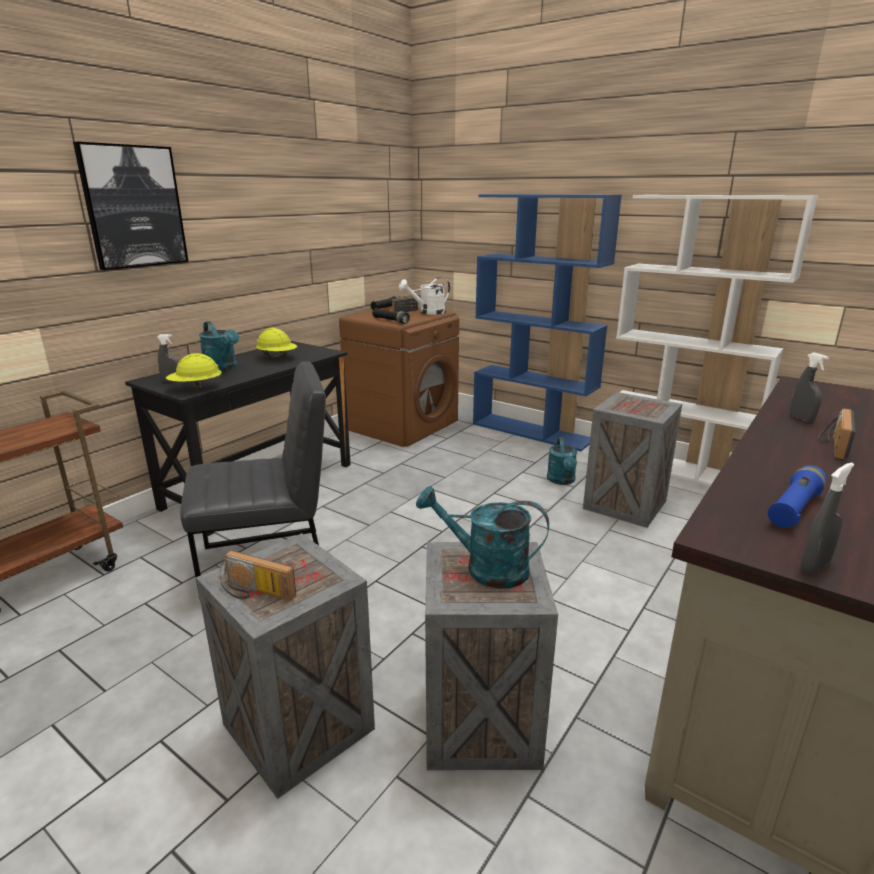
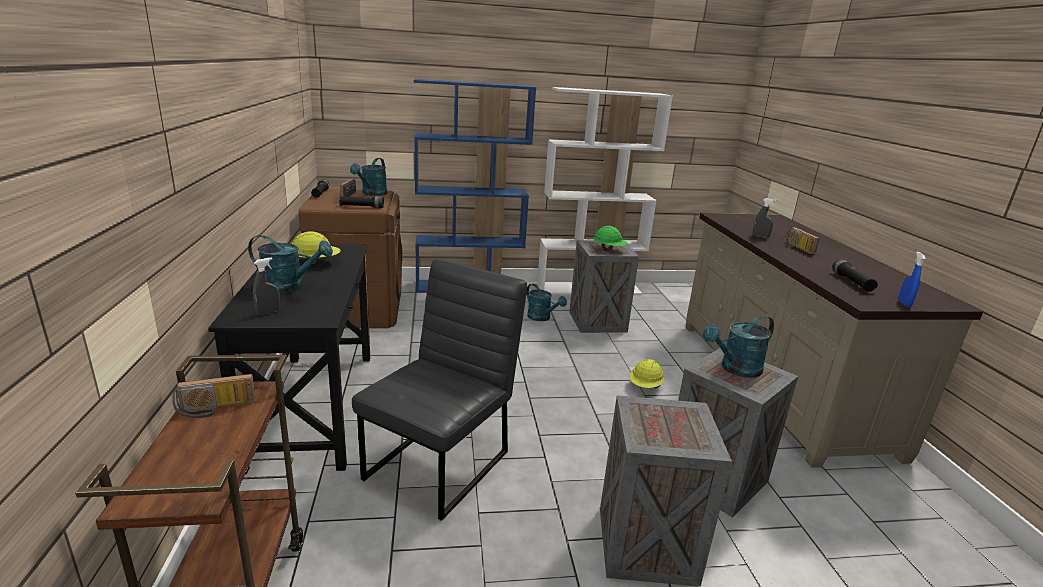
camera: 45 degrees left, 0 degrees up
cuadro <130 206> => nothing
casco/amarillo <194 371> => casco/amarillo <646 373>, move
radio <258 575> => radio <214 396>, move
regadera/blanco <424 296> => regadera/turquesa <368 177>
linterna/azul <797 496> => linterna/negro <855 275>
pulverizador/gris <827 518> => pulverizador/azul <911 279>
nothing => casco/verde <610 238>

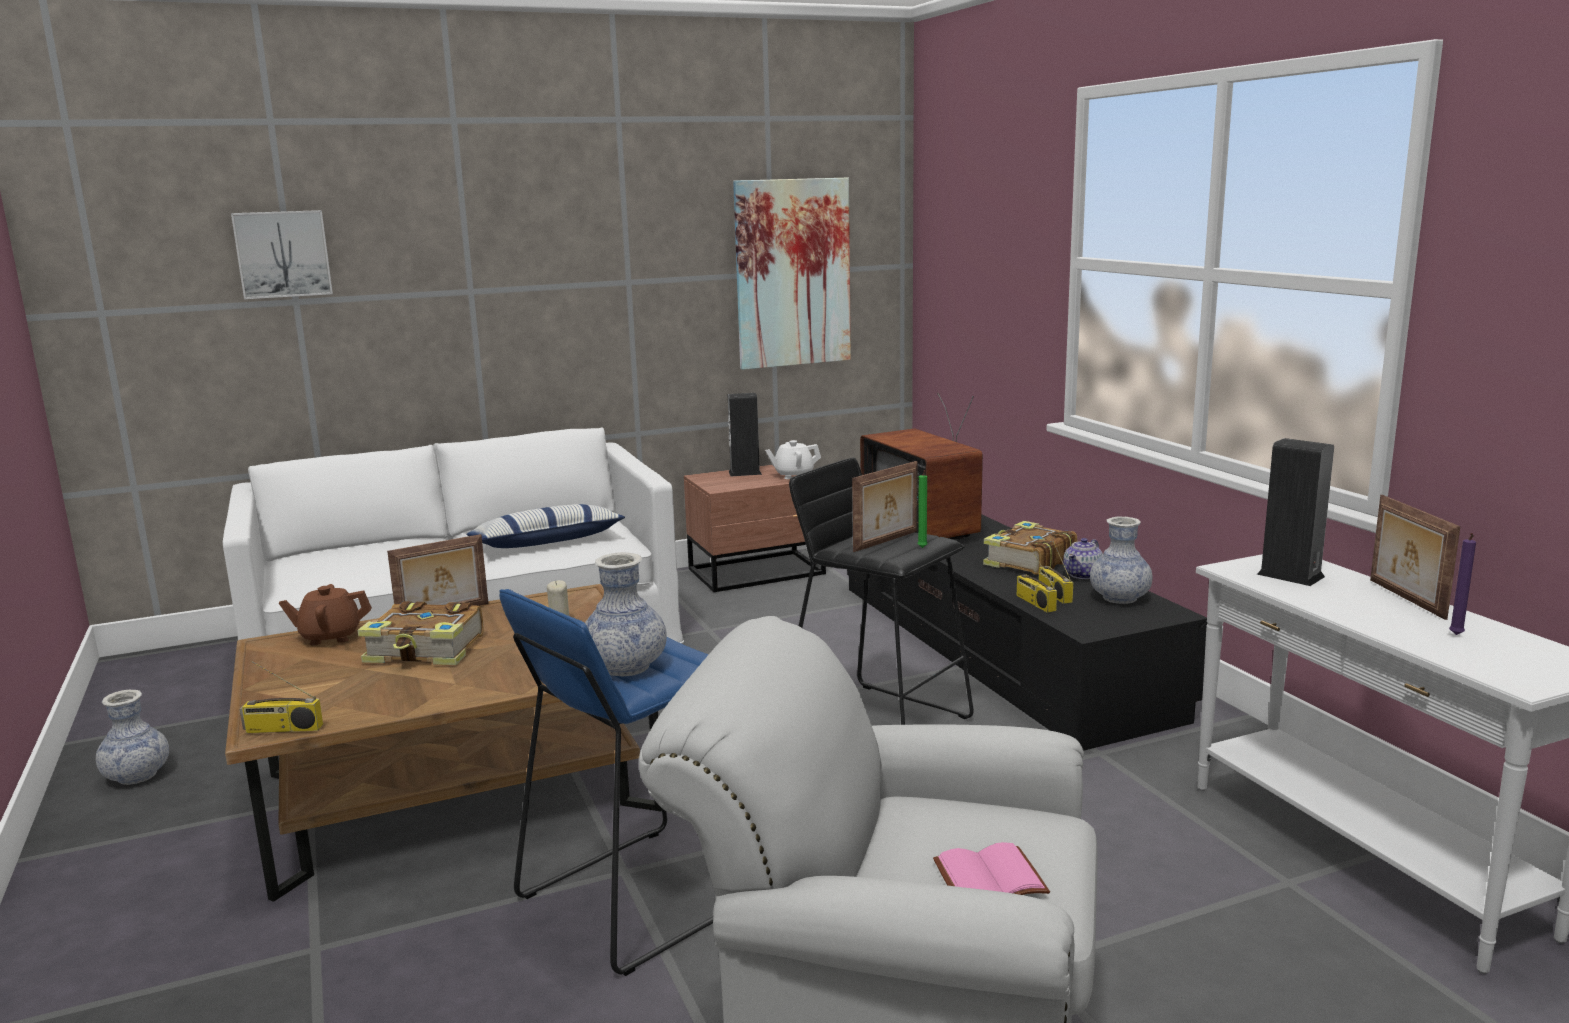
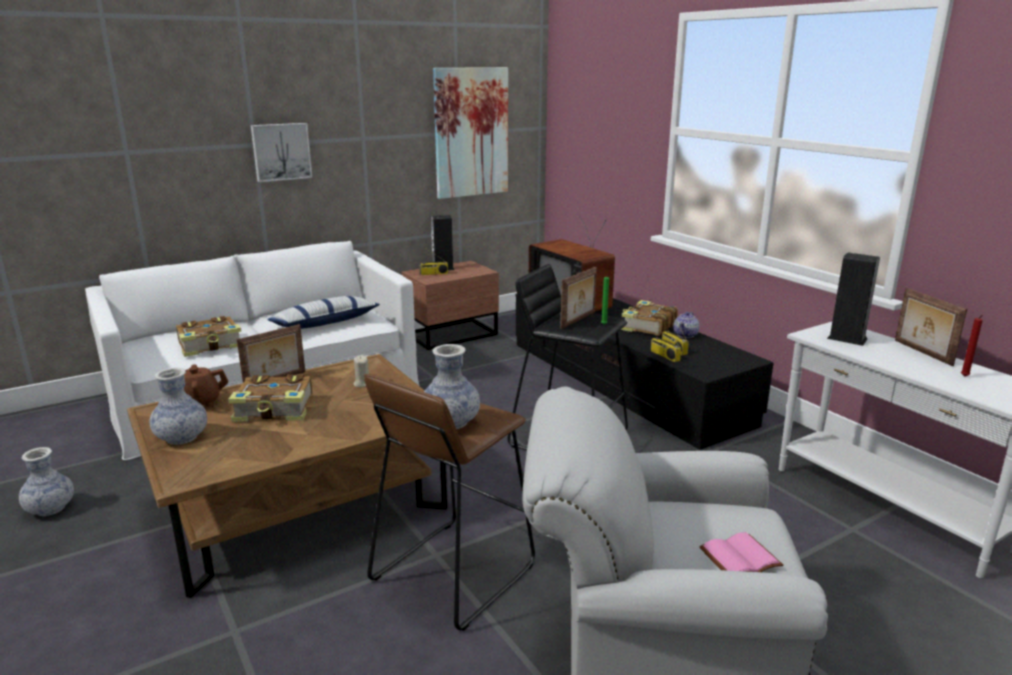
camera: 10 degrees left, 5 degrees up
cuadro <282 254> => cuadro <281 152>, move
radio <281 697> => radio <433 261>, move
taburete/azul <606 782> => taburete/marrón <449 502>
tetera/blanco <793 459> => nothing
florero <1121 560> => florero <178 406>, move
vela/morado <1462 584> => vela/rojo <972 346>
nothing => libro <208 336>

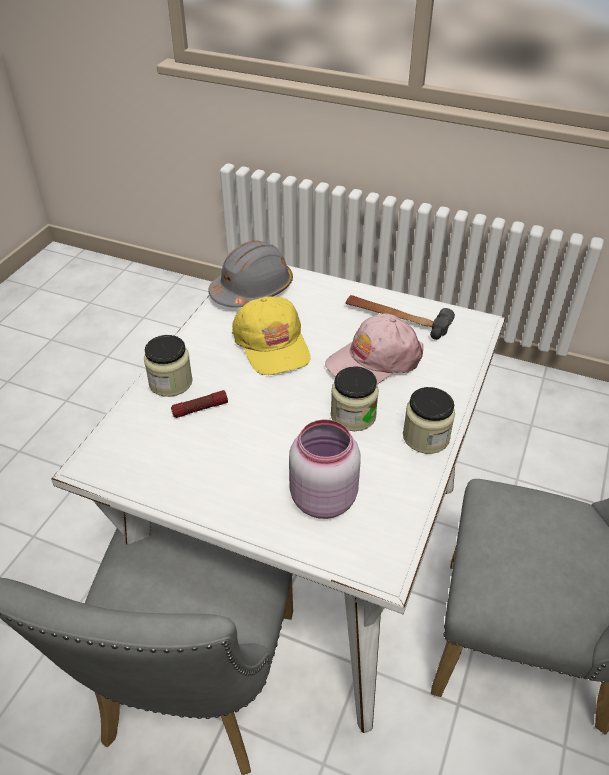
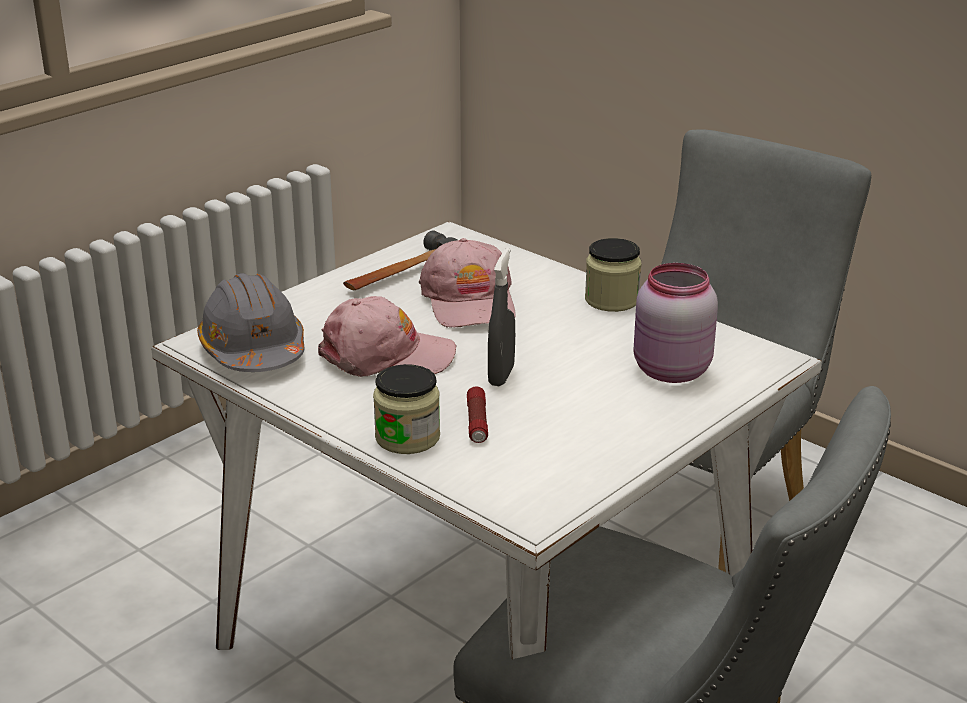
camera: 70 degrees left, 15 degrees down
gorra/amarillo <271 335> => gorra/rosa <387 336>
tarro <355 398> => nothing
nothing => pulverizador/gris <501 317>

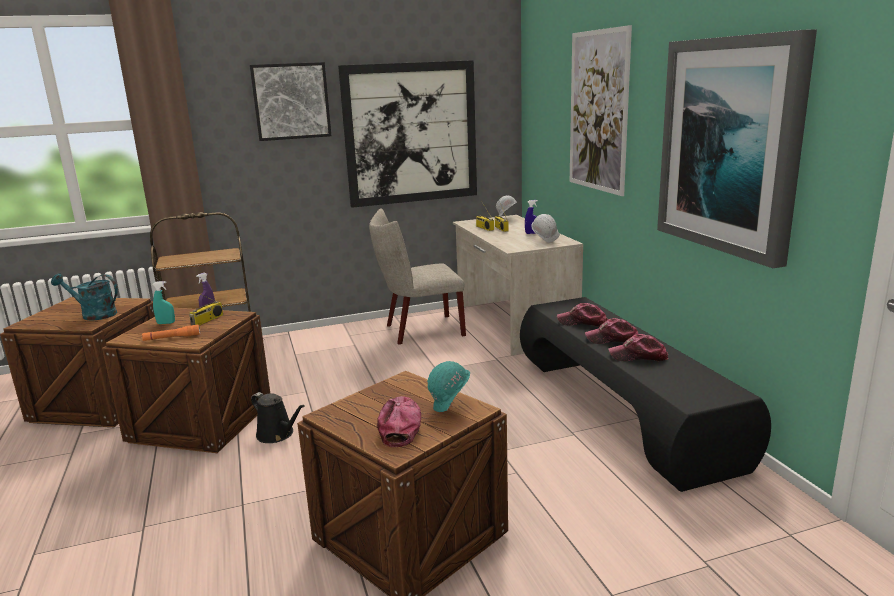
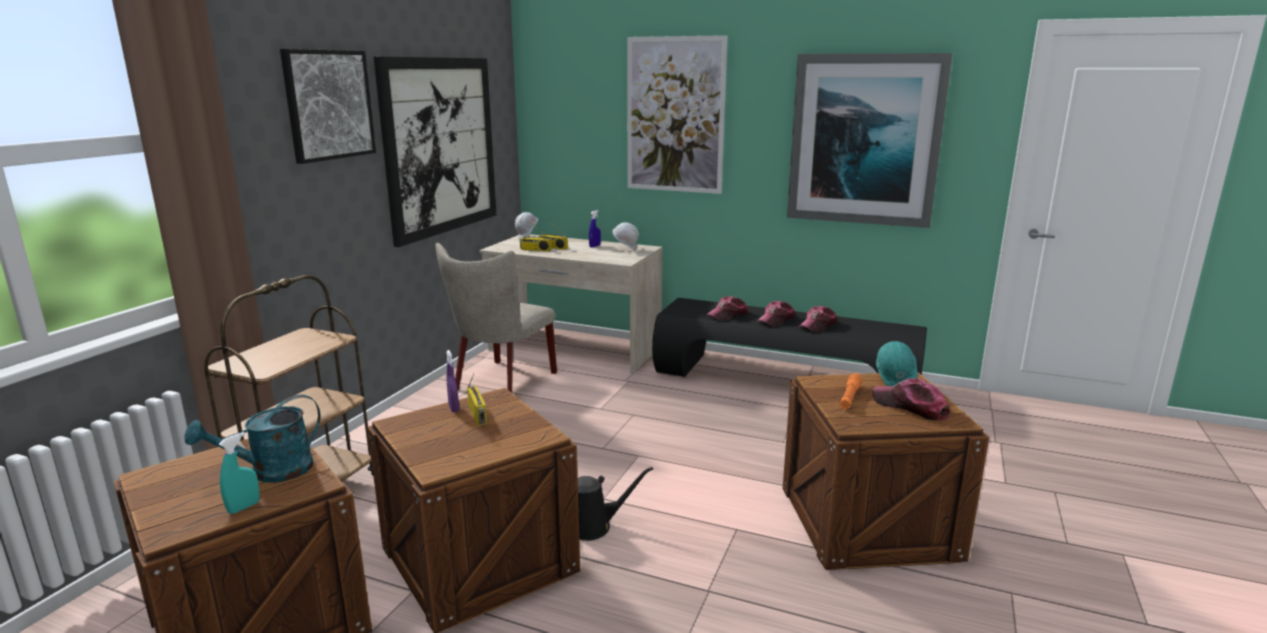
camera: 50 degrees left, 0 degrees up
linterna/naranja <171 333> => linterna/naranja <851 391>, move
pulverizador/turquesa <163 302> => pulverizador/turquesa <239 473>, move

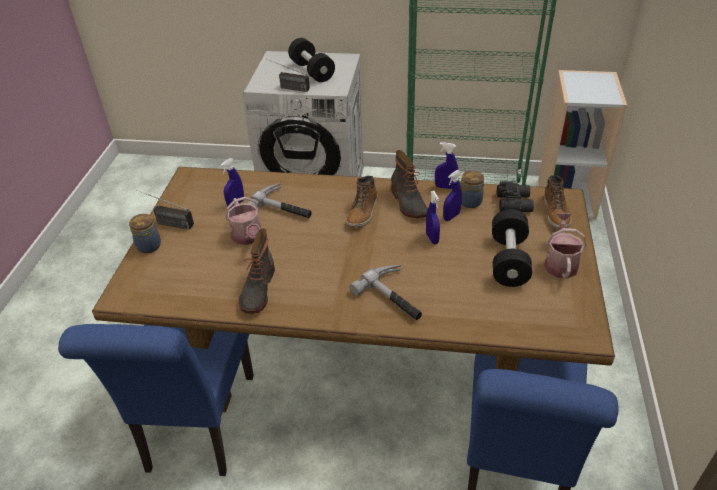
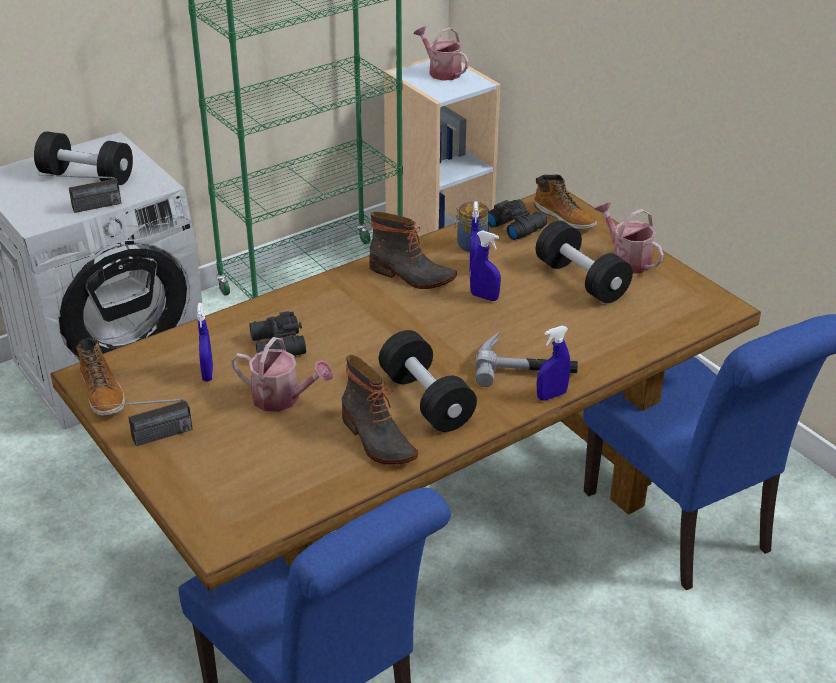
camera: 45 degrees left, 5 degrees down
tarro <145 233> => nothing
martillo <279 200> => prismáticos/negro <277 333>
bota <362 201> => bota <100 377>, move
pulverizador/azul <446 165> => pulverizador/azul <553 363>, move
nothing => mancuerna/negro <428 381>
nothing => regadera <441 53>

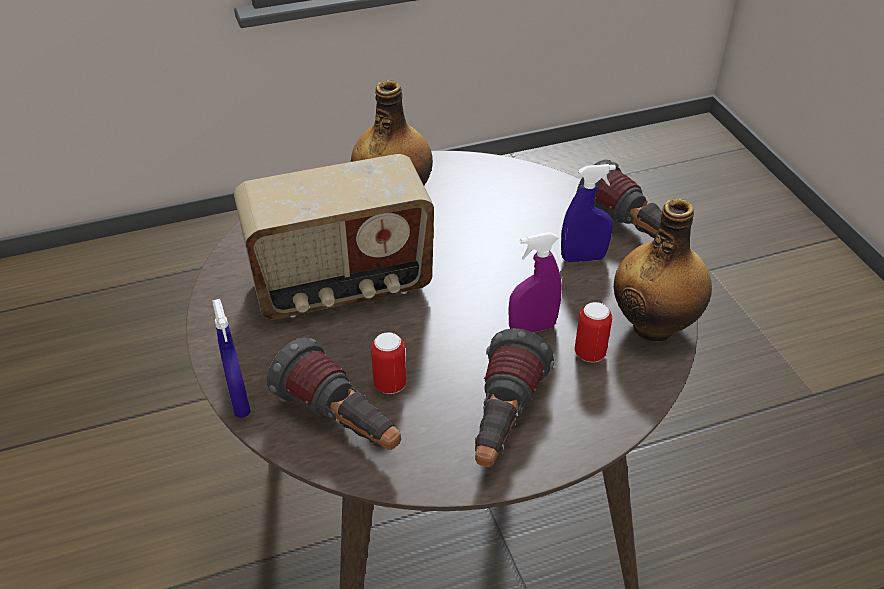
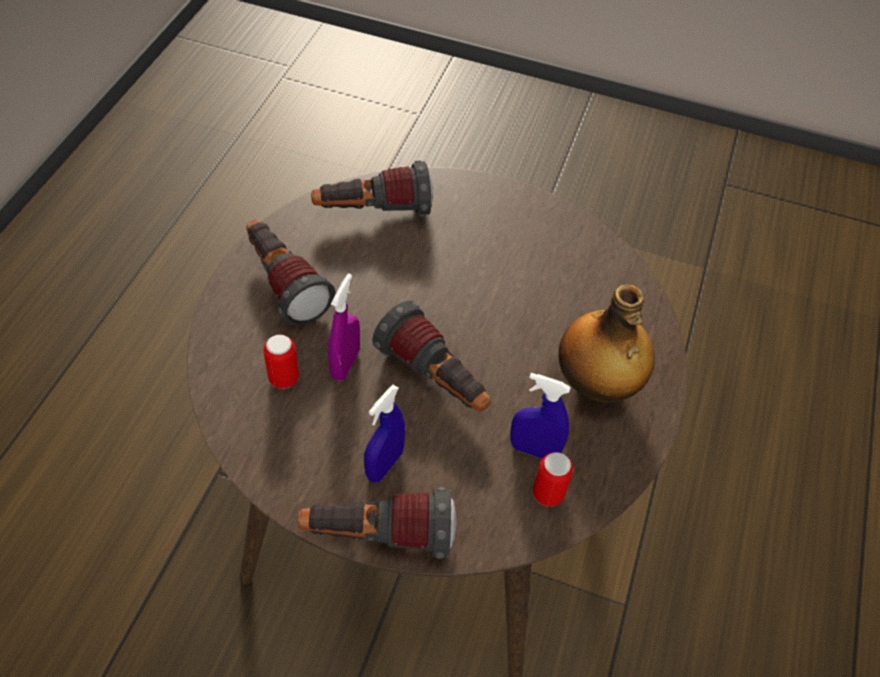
camera: 125 degrees right, 10 degrees up
pulverizador/azul <231 358> => pulverizador/azul <540 416>, move
radio <334 236> => nothing
lata <388 363> => lata <553 479>, move
botella <663 269> => nothing
nothing => linterna <431 356>

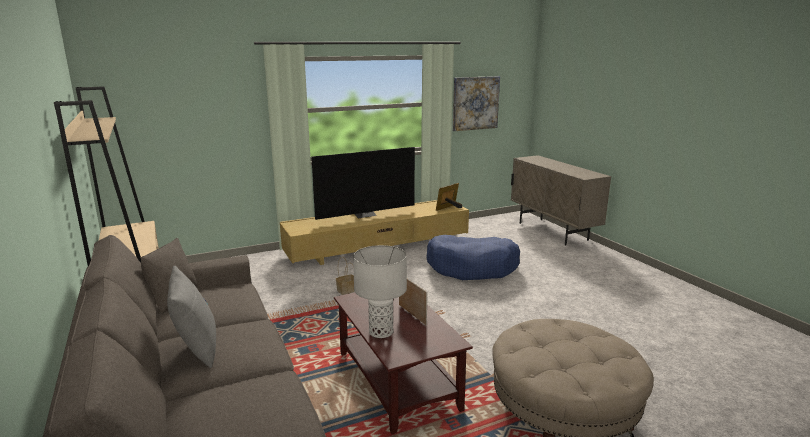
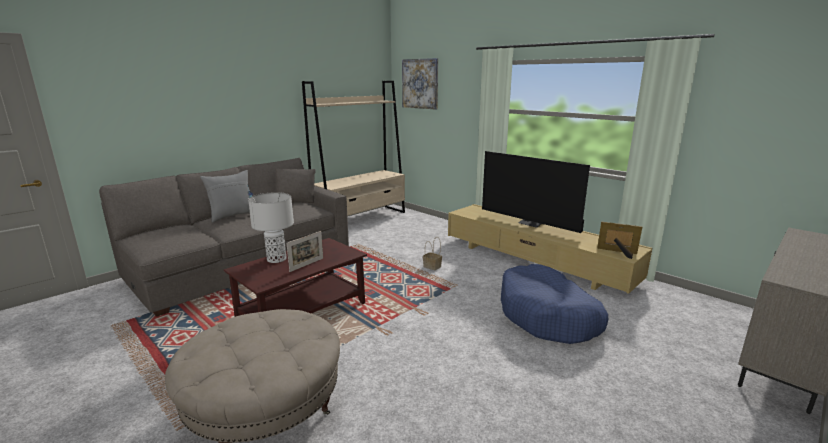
camera: 70 degrees right, 0 degrees up
cuadro <476 103> => cuadro <420 84>, move

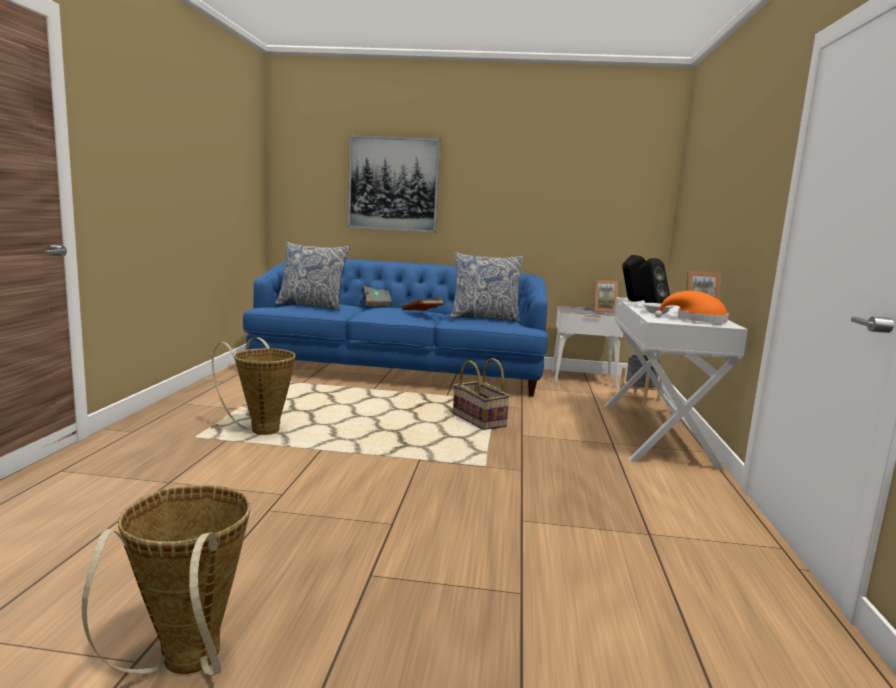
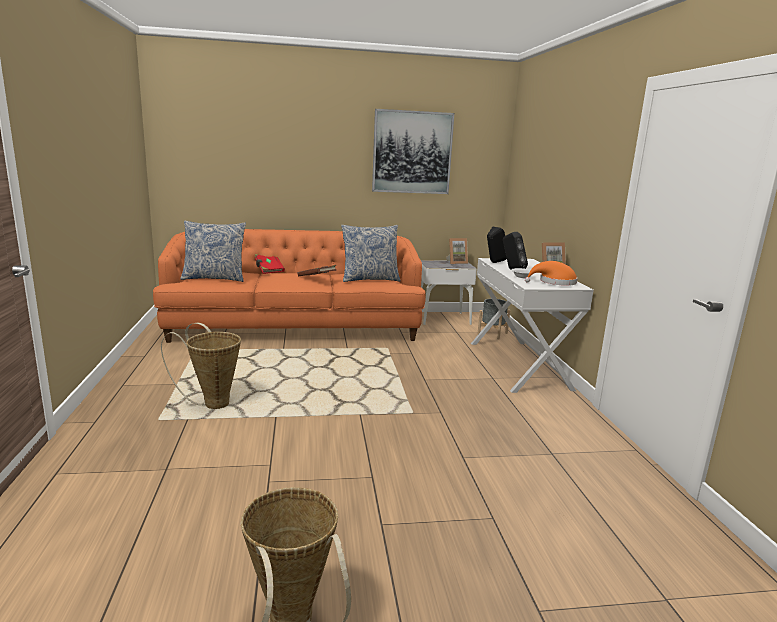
camera: 15 degrees left, 5 degrees up
sofá/azul <395 328> => sofá/naranja <289 286>
cuadro <394 184> => cuadro <413 151>, move
libro/gris <377 296> => libro/rojo <270 264>
cesta <481 394> => nothing

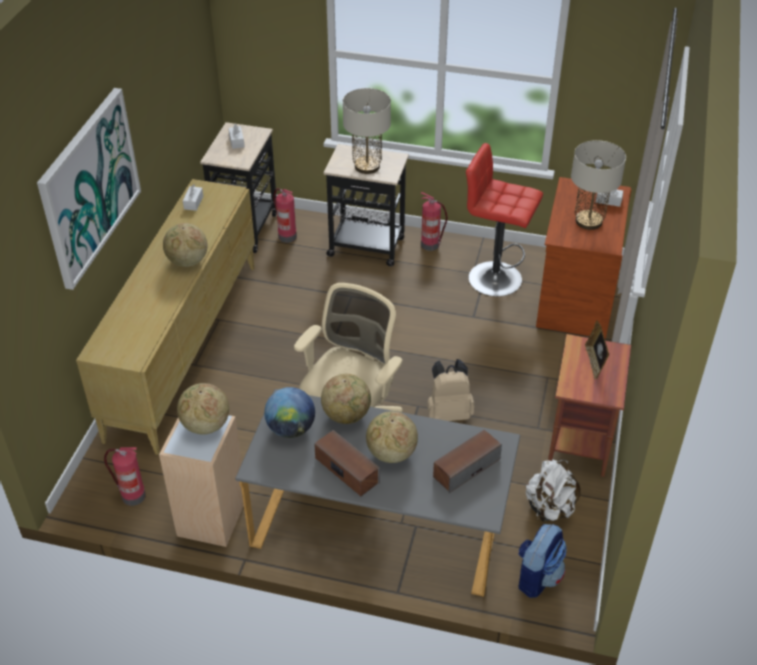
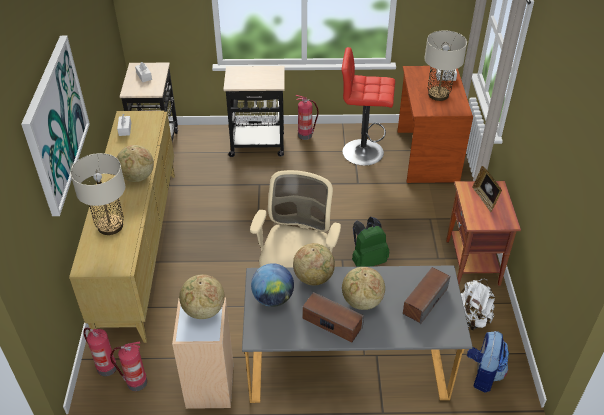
camera: 15 degrees left, 0 degrees up
extintor <285 215> => extintor <100 352>, move
lámpara de mesa <367 131> => lámpara de mesa <97 194>, move
mochila/beis <450 390> => mochila/verde <370 242>

